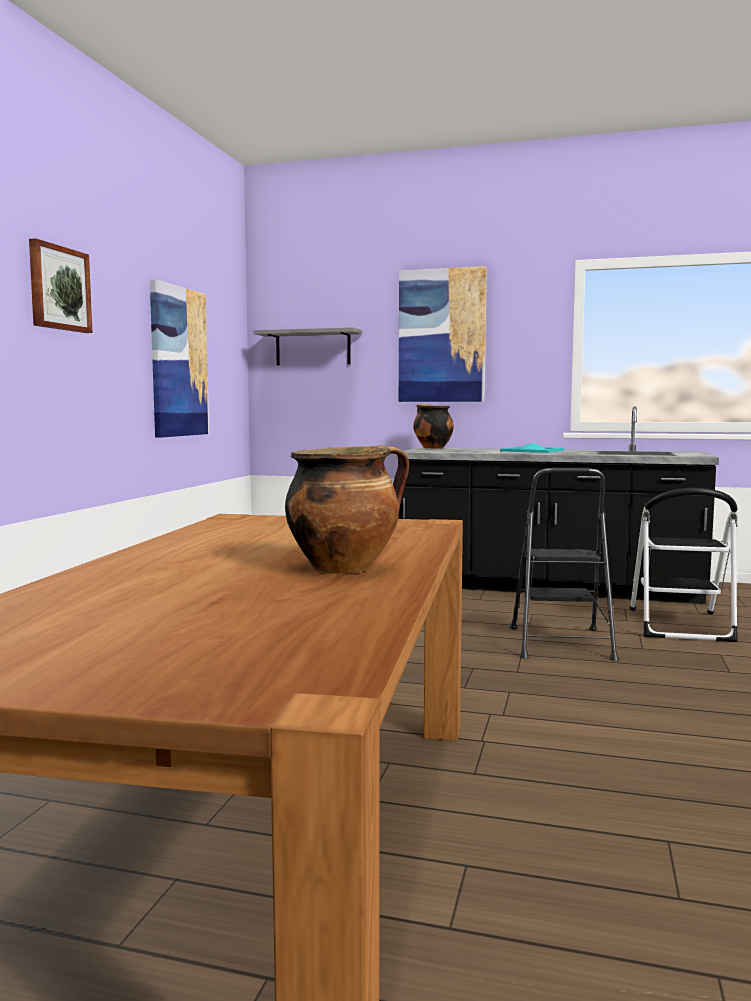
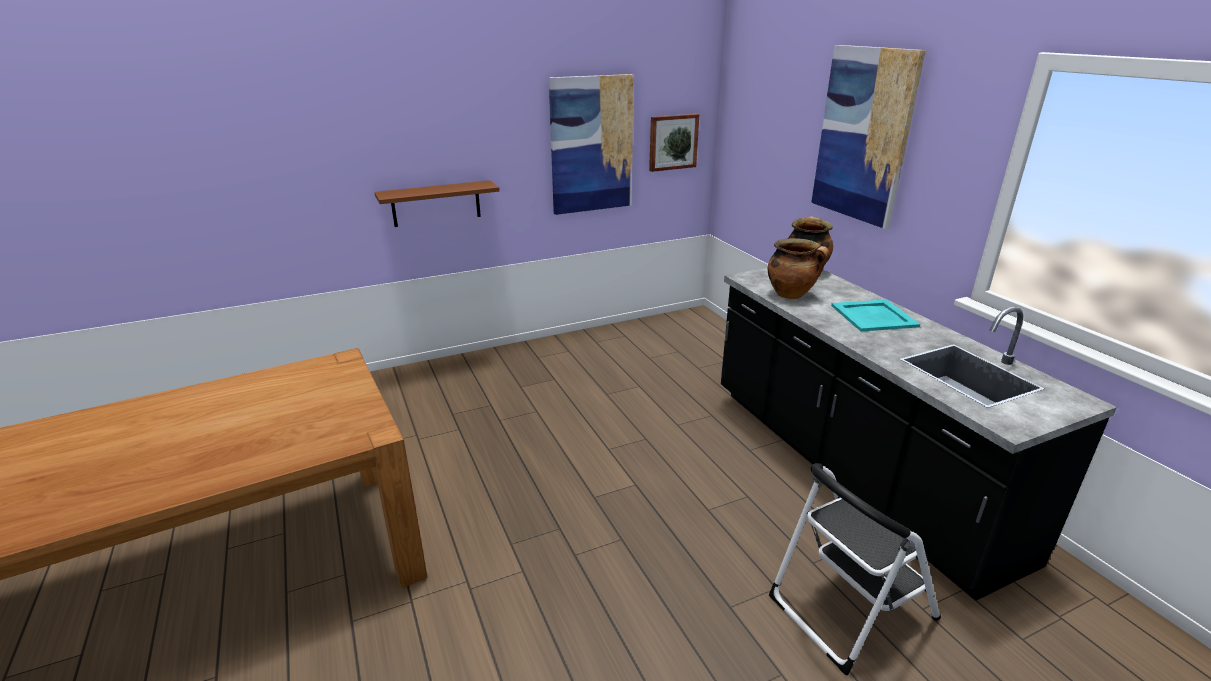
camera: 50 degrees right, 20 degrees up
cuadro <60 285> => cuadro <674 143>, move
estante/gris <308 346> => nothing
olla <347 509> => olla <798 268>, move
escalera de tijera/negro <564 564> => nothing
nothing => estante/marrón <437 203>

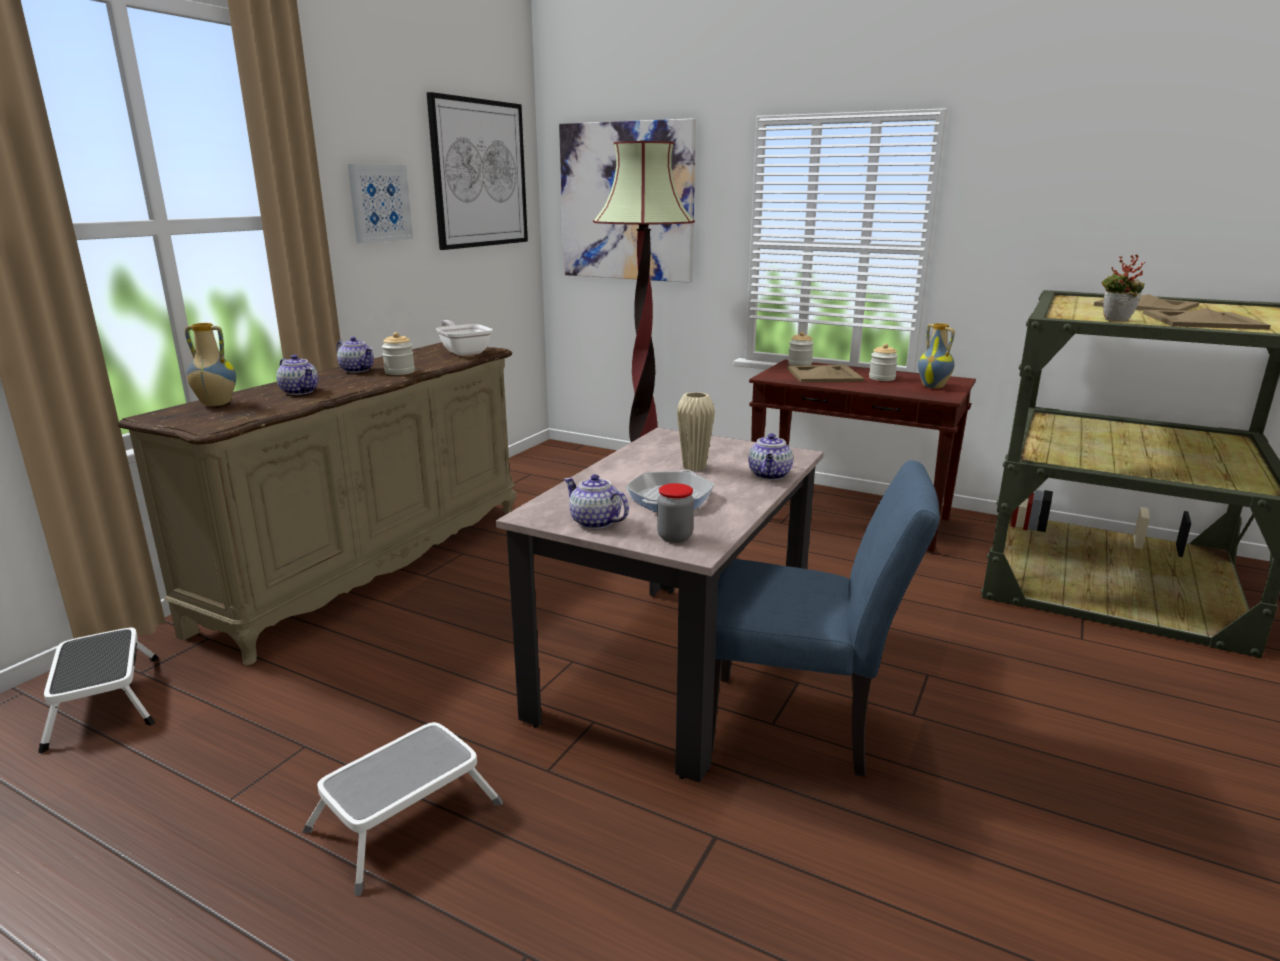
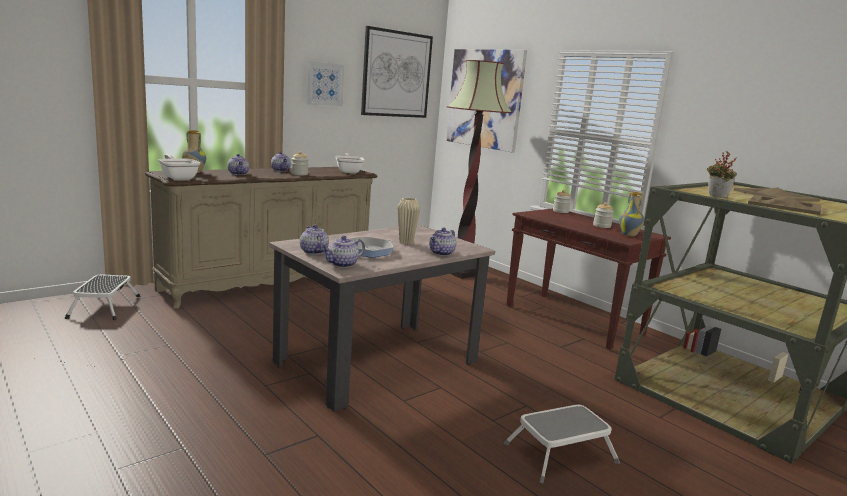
camera: 20 degrees right, 5 degrees down
escalera de tijera/gris <402 809> => escalera de tijera/gris <561 444>, move
tarro <675 513> => tetera <343 252>
silla/azul <826 618> => nothing
bandeja/beis <825 373> => nothing
nothing => sartén <179 167>

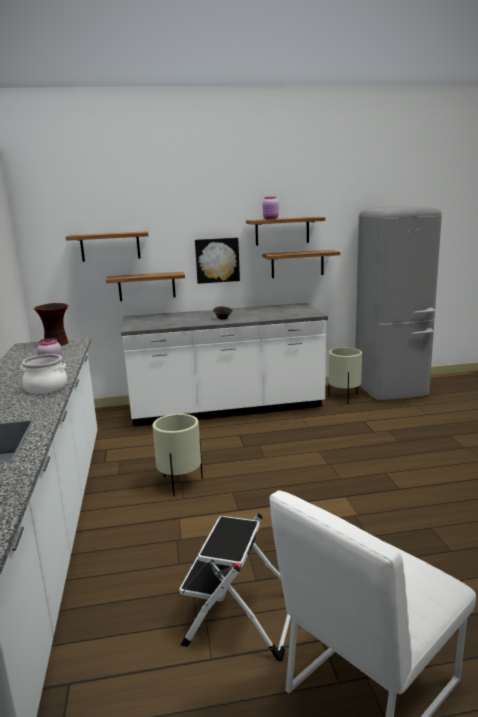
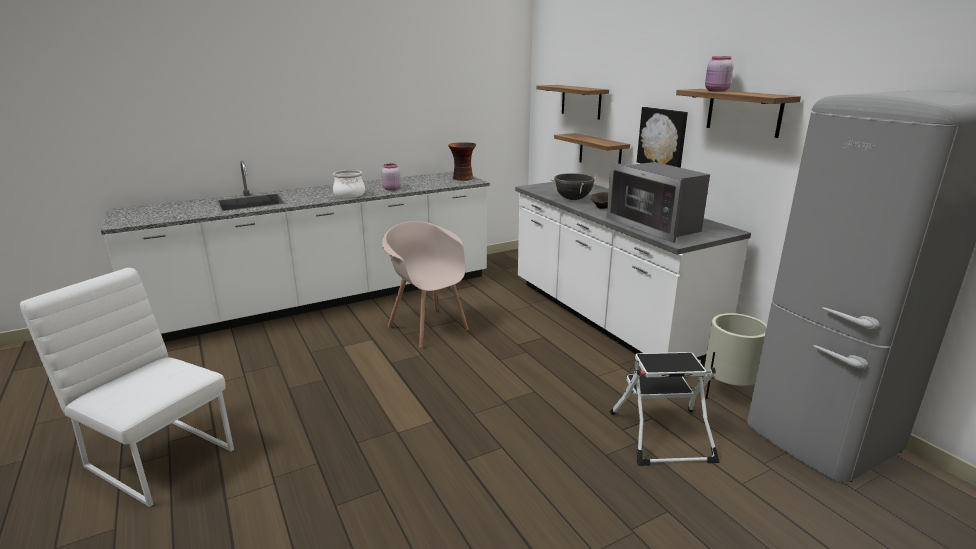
camera: 70 degrees right, 5 degrees up
maceta/beis <177 455> => silla/beis <425 284>
escalera de tijera <235 587> => escalera de tijera <665 409>, move
estante <301 264> => nothing
nothing => olla/negro <574 186>
nothing => microondas <658 202>

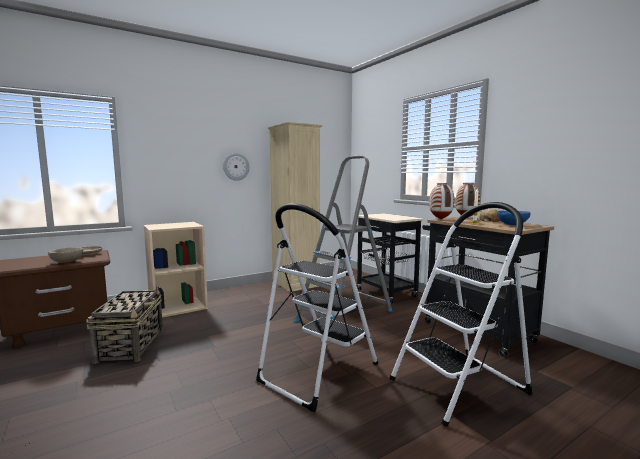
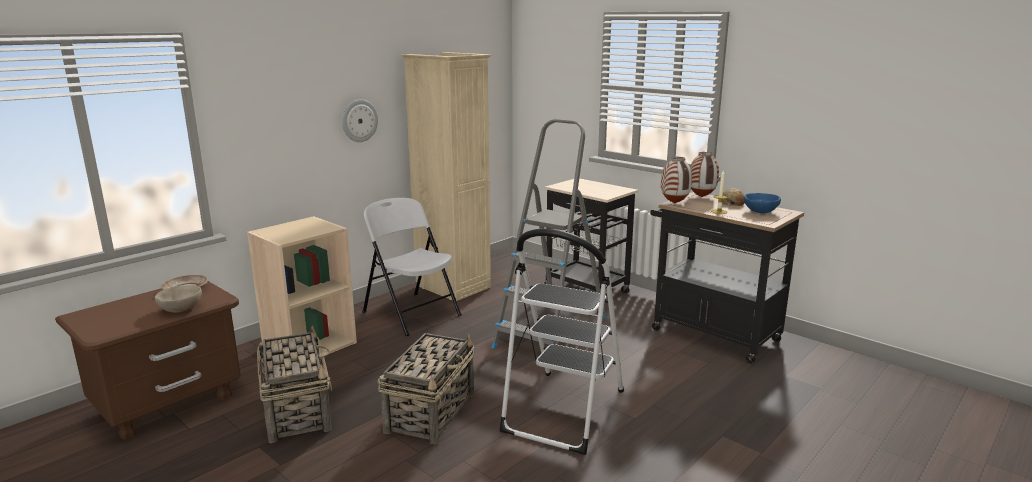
camera: 15 degrees left, 10 degrees up
escalera de tijera <461 314> => nothing
nothing => silla/blanco <412 267>
nothing => cesta <426 388>

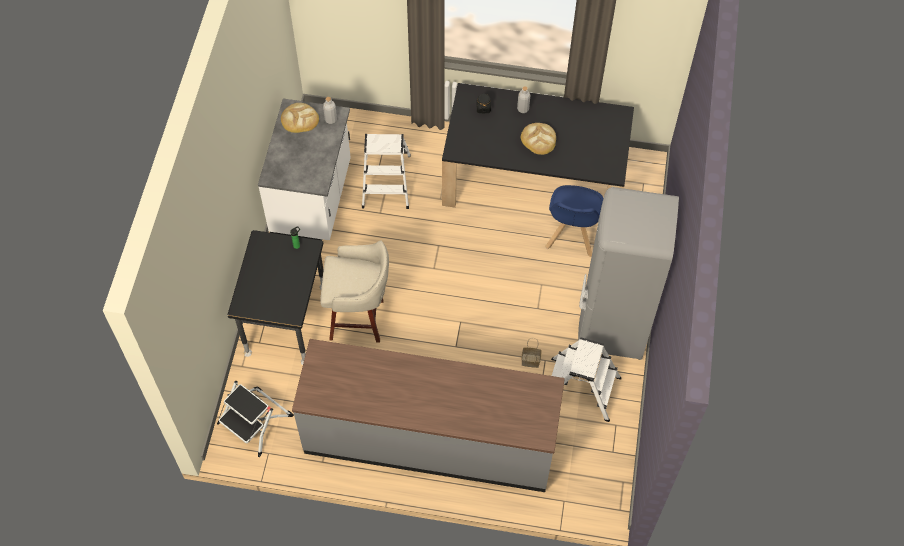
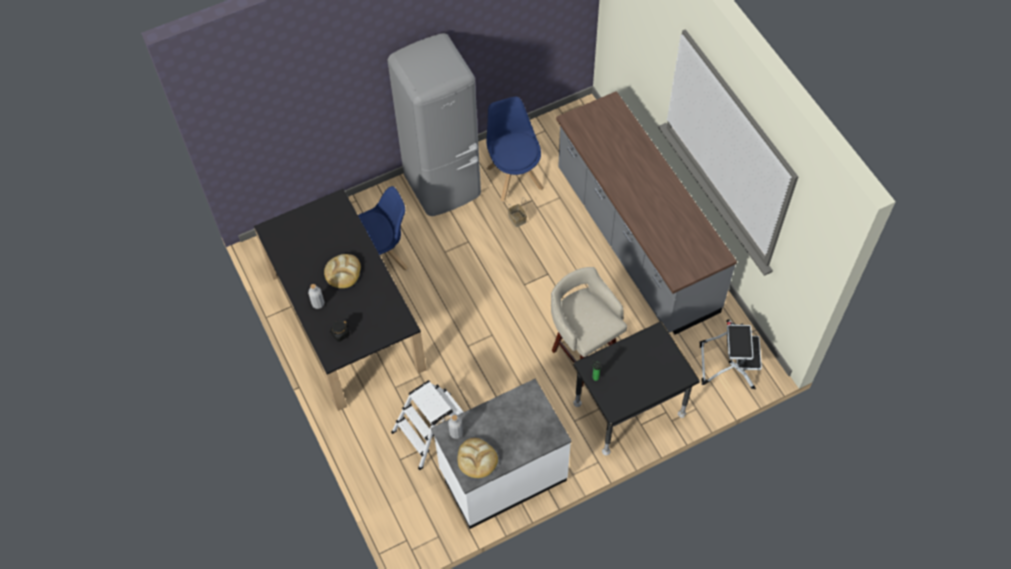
camera: 125 degrees left, 0 degrees up
escalera de tijera/blanco <586 379> => silla/azul <515 149>

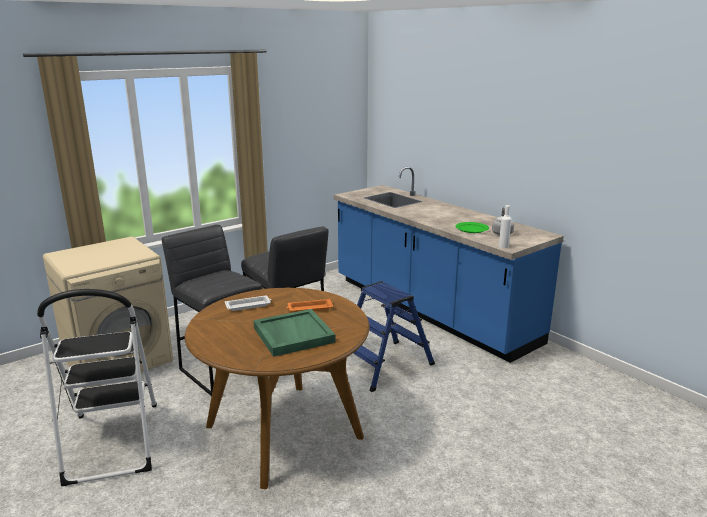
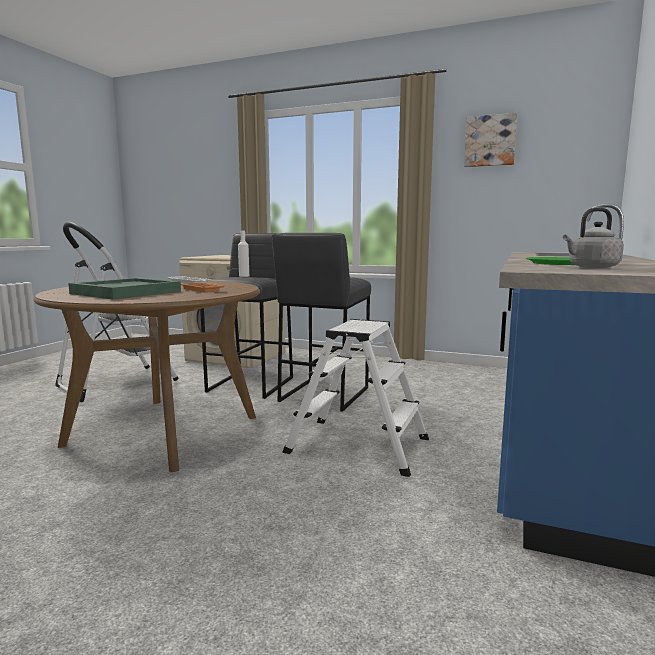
camera: 60 degrees right, 10 degrees down
escalera de tijera/azul <394 336> => escalera de tijera/blanco <356 398>
botella/blanco <505 226> => botella/blanco <243 254>, move
nothing => cuadro <490 140>

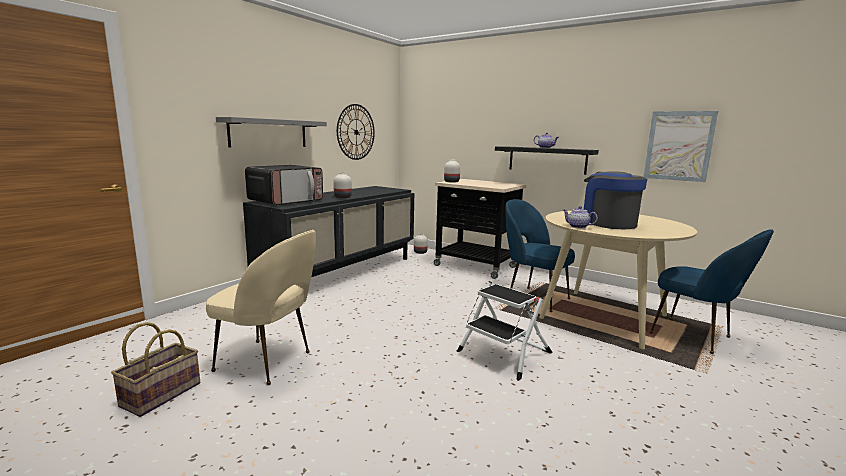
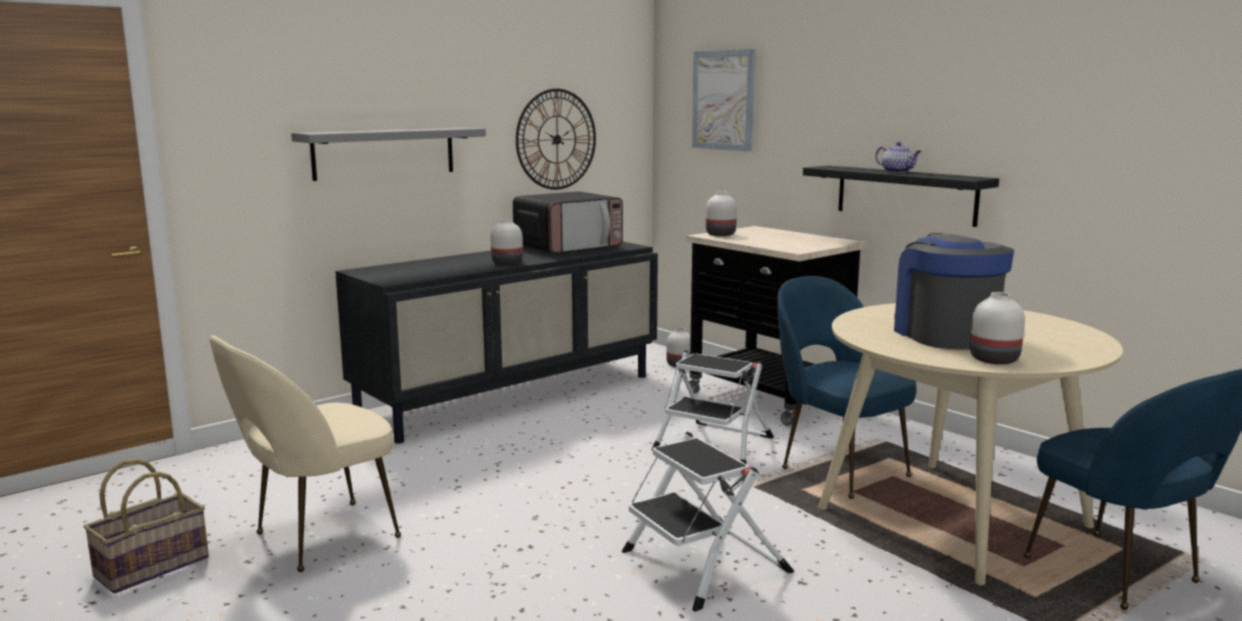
camera: 15 degrees right, 0 degrees up
silla/beis <261 307> => silla/beis <305 453>, 105 degrees clockwise
microondas <284 185> => microondas <568 222>, move
tetera <580 217> => nothing
cuadro <680 146> => cuadro <724 100>, move
nothing => escalera de tijera <713 407>
nothing => florero/blanco <997 328>

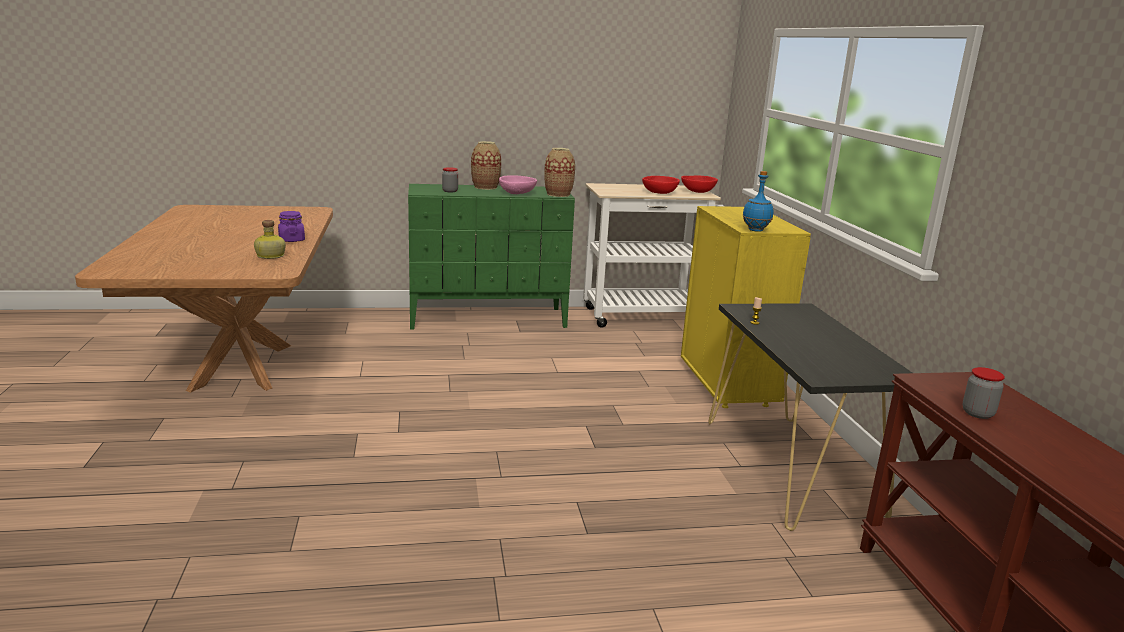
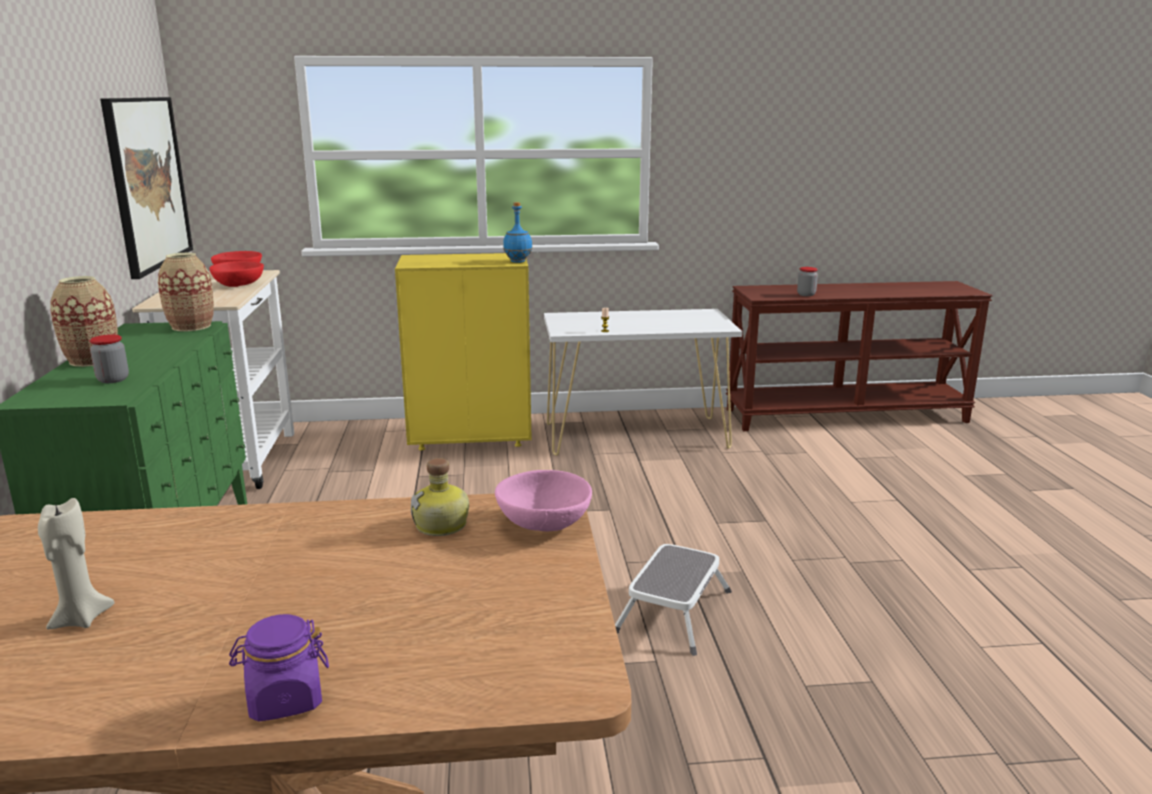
camera: 85 degrees left, 0 degrees up
tarro/morado <291 226> => tarro/morado <279 667>, move
cuenco/rosa <518 184> => cuenco/rosa <543 500>, move
mesa consola/negro <810 417> => mesa consola/blanco <643 382>
nothing => vela/beis <76 563>
nothing => cuadro <146 188>
nothing => escalera de tijera/gris <673 600>

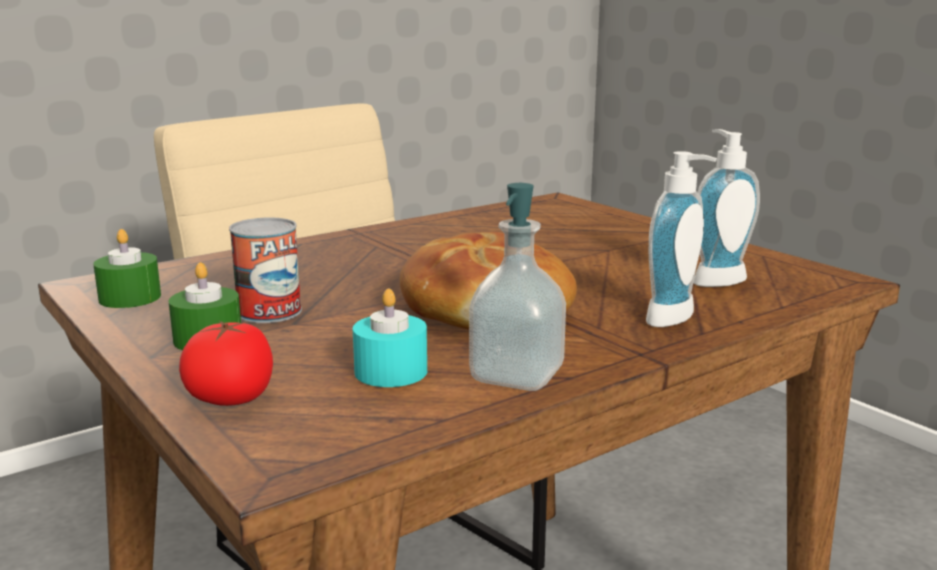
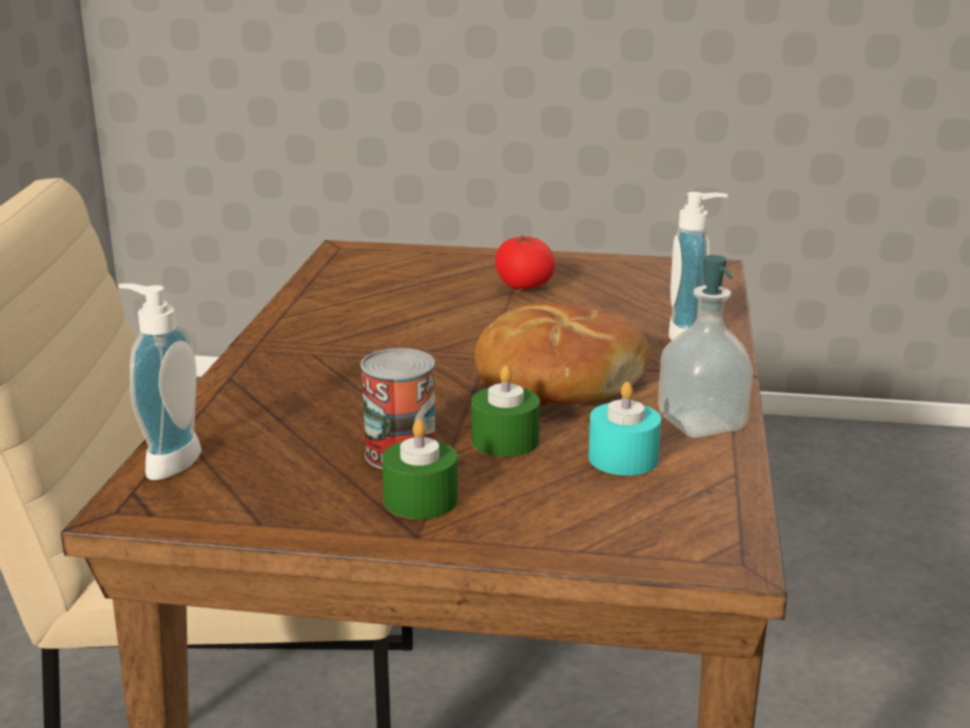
camera: 45 degrees left, 5 degrees up
vela/verde <127 268> => vela/verde <505 411>, move
tomate <226 363> => tomate <525 262>, move
dispensador de jabón <726 208> => dispensador de jabón <160 381>, move

